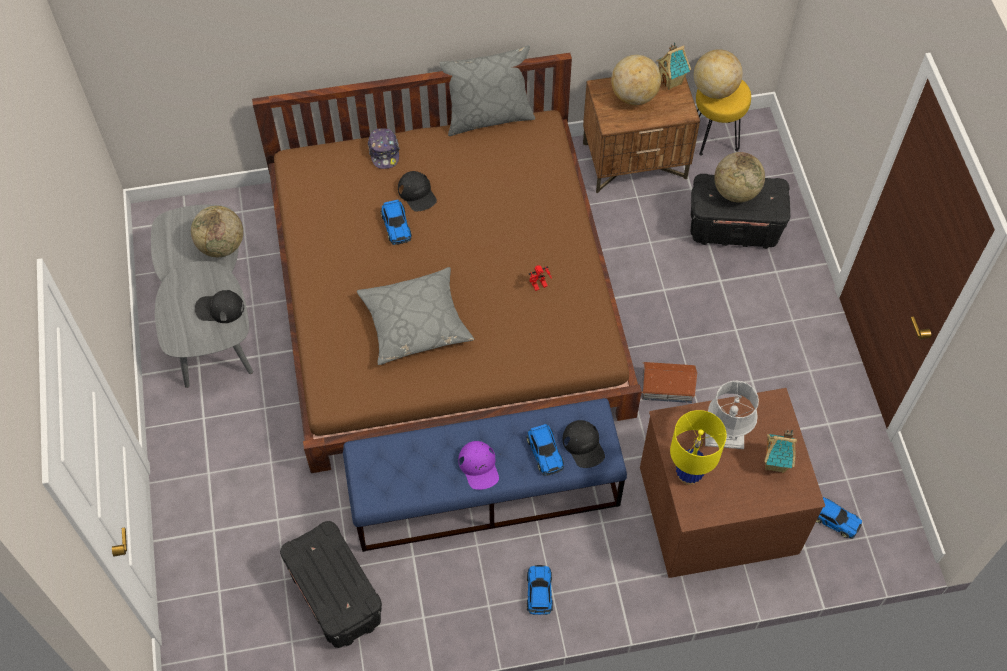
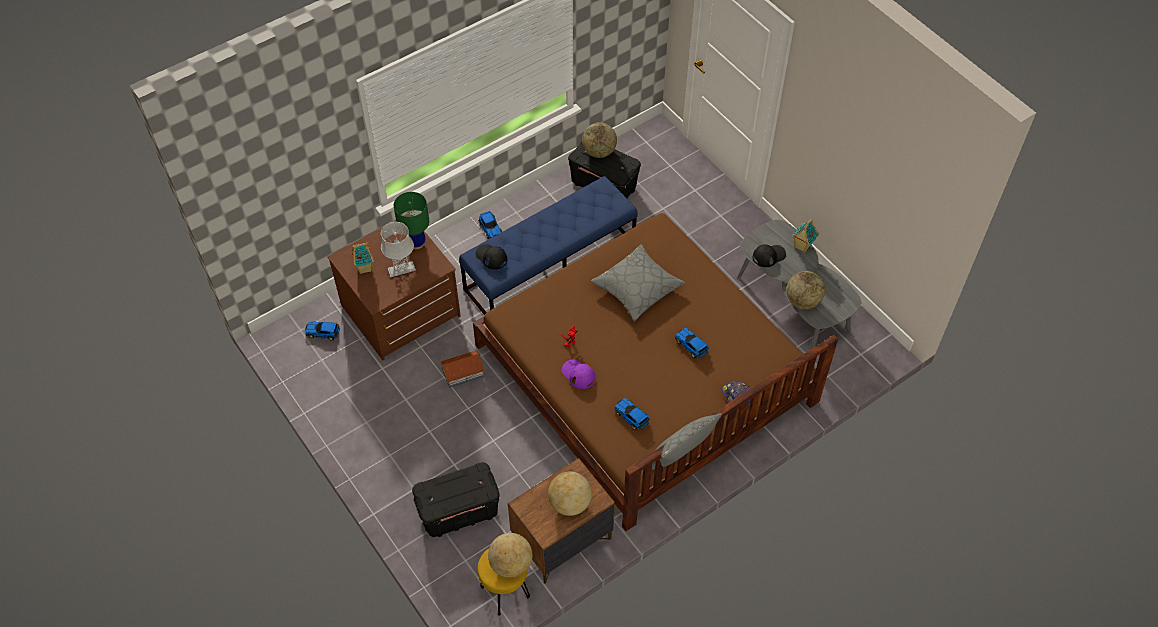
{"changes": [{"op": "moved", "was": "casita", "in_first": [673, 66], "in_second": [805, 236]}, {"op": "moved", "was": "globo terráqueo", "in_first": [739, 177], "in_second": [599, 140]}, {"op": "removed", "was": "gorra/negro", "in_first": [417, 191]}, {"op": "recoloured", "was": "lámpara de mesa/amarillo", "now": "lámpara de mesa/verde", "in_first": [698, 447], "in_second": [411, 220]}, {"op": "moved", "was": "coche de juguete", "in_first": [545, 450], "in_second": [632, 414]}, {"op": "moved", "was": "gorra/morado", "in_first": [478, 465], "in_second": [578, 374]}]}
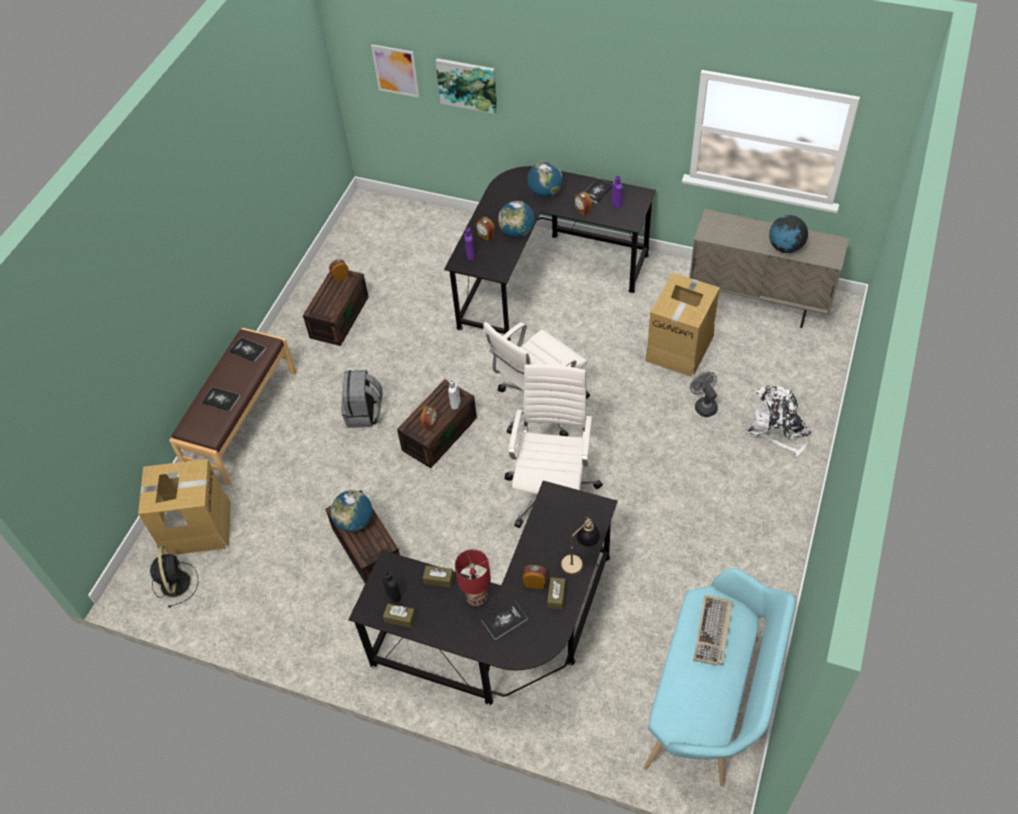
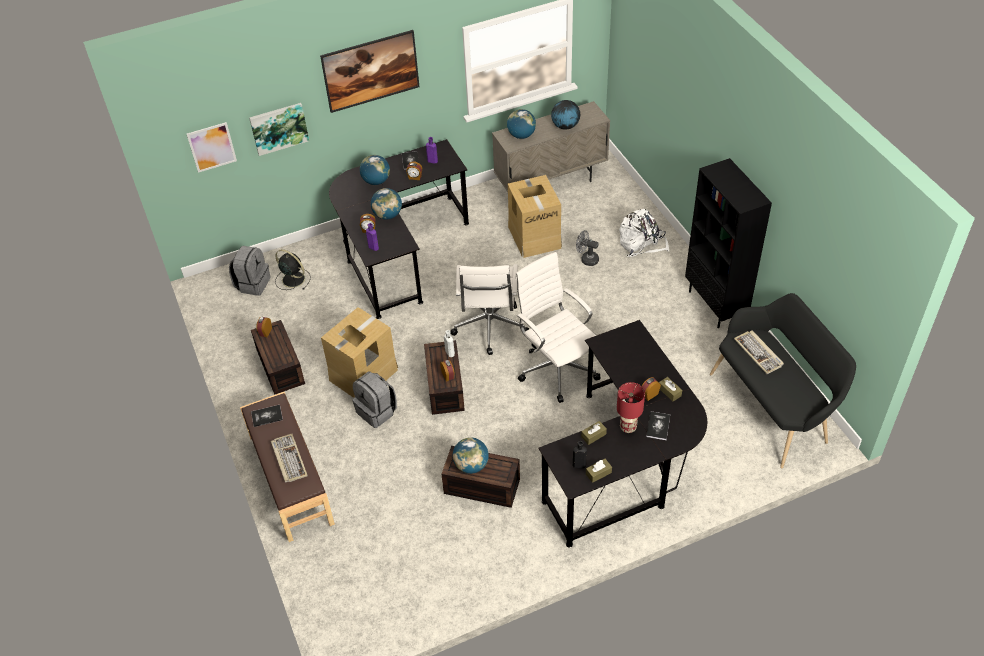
{"changes": [{"op": "replaced", "was": "libro", "now": "teclado", "in_first": [221, 399], "in_second": [289, 458]}, {"op": "moved", "was": "caja de cartón", "in_first": [184, 507], "in_second": [359, 352]}, {"op": "removed", "was": "lámpara de mesa", "in_first": [580, 546]}, {"op": "moved", "was": "ventilador/negro", "in_first": [174, 576], "in_second": [293, 269]}, {"op": "recoloured", "was": "banco/turquesa", "now": "banco/negro", "in_first": [719, 677], "in_second": [783, 380]}, {"op": "added", "now": "cuadro", "in_second": [370, 71]}, {"op": "added", "now": "globo terráqueo", "in_second": [521, 124]}, {"op": "added", "now": "estantería/negro", "in_second": [728, 243]}, {"op": "added", "now": "mochila/gris", "in_second": [249, 271]}]}
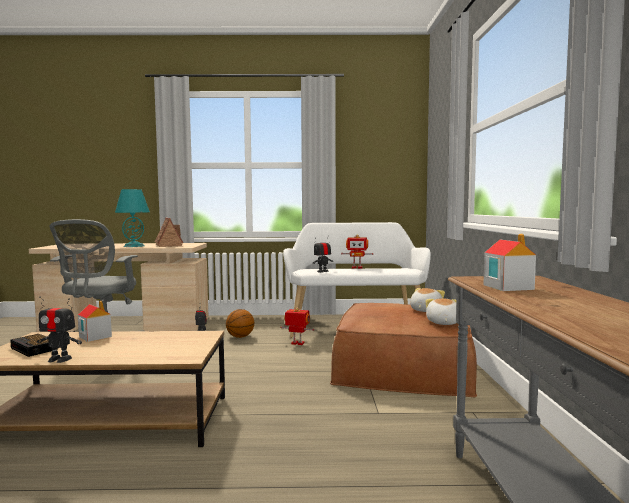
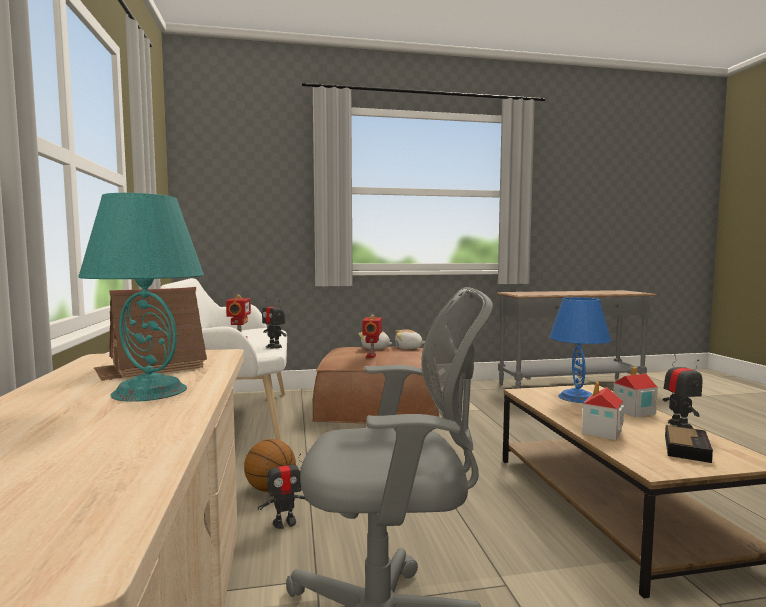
{"changes": [{"op": "moved", "was": "casita", "in_first": [509, 262], "in_second": [635, 392]}, {"op": "moved", "was": "robot de juguete", "in_first": [297, 326], "in_second": [372, 336]}, {"op": "added", "now": "lámpara de mesa/azul", "in_second": [580, 350]}]}
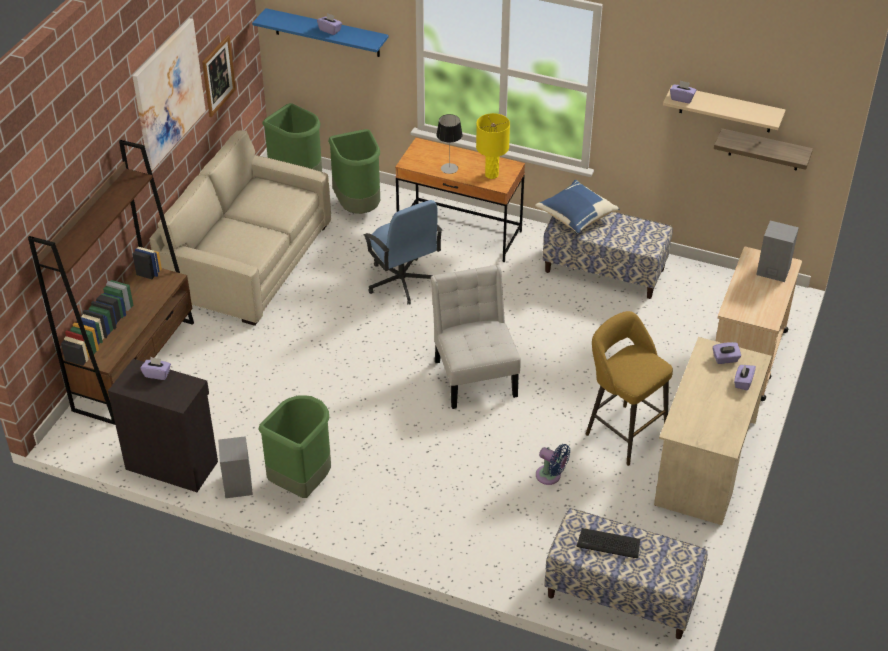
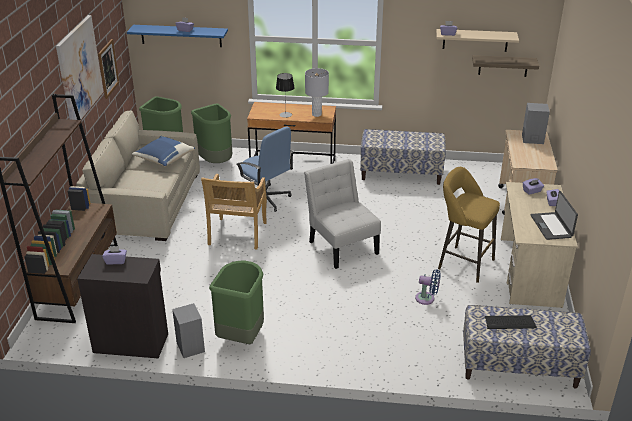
{"changes": [{"op": "recoloured", "was": "lámpara de mesa/amarillo", "now": "lámpara de mesa/gris", "in_first": [493, 146], "in_second": [317, 92]}, {"op": "moved", "was": "cojín/azul", "in_first": [577, 206], "in_second": [163, 151]}, {"op": "added", "now": "silla/beis", "in_second": [234, 212]}, {"op": "added", "now": "portátil", "in_second": [554, 215]}]}
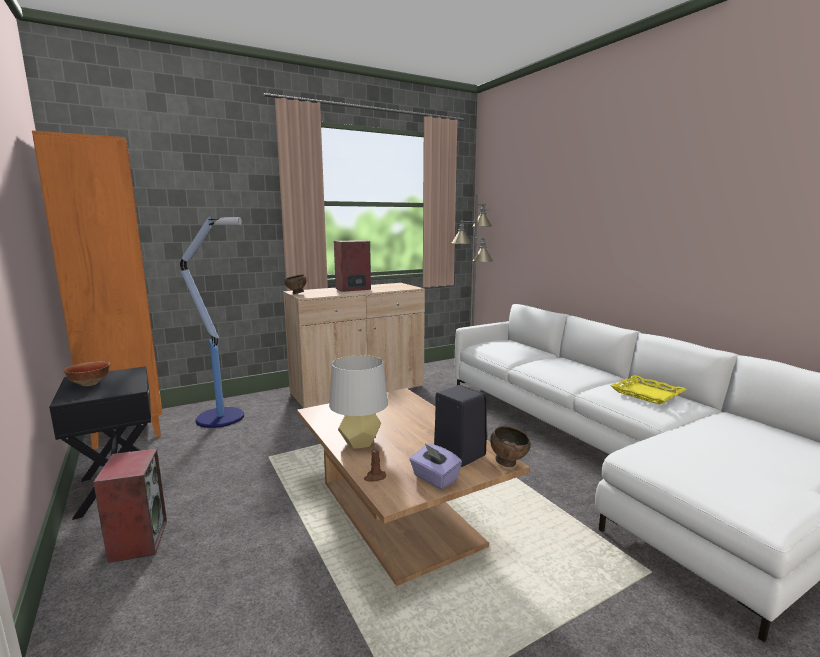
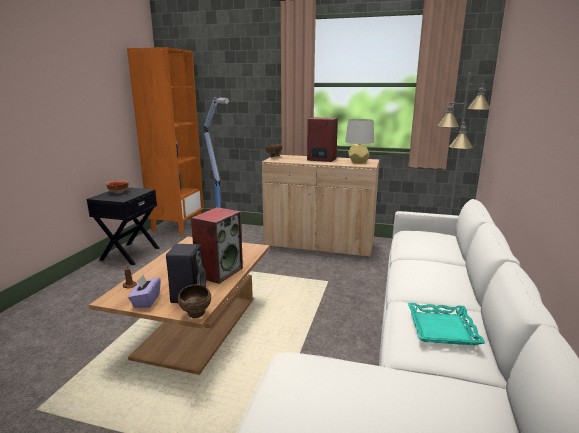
{"changes": [{"op": "moved", "was": "lámpara de mesa/gris", "in_first": [358, 402], "in_second": [359, 141]}, {"op": "recoloured", "was": "bandeja/amarillo", "now": "bandeja/turquesa", "in_first": [648, 390], "in_second": [446, 324]}, {"op": "moved", "was": "altavoz", "in_first": [130, 506], "in_second": [217, 245]}]}
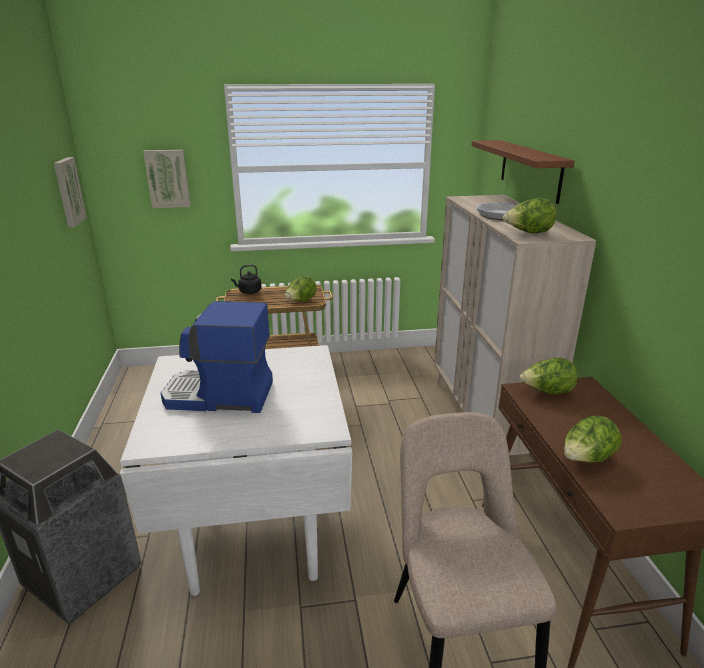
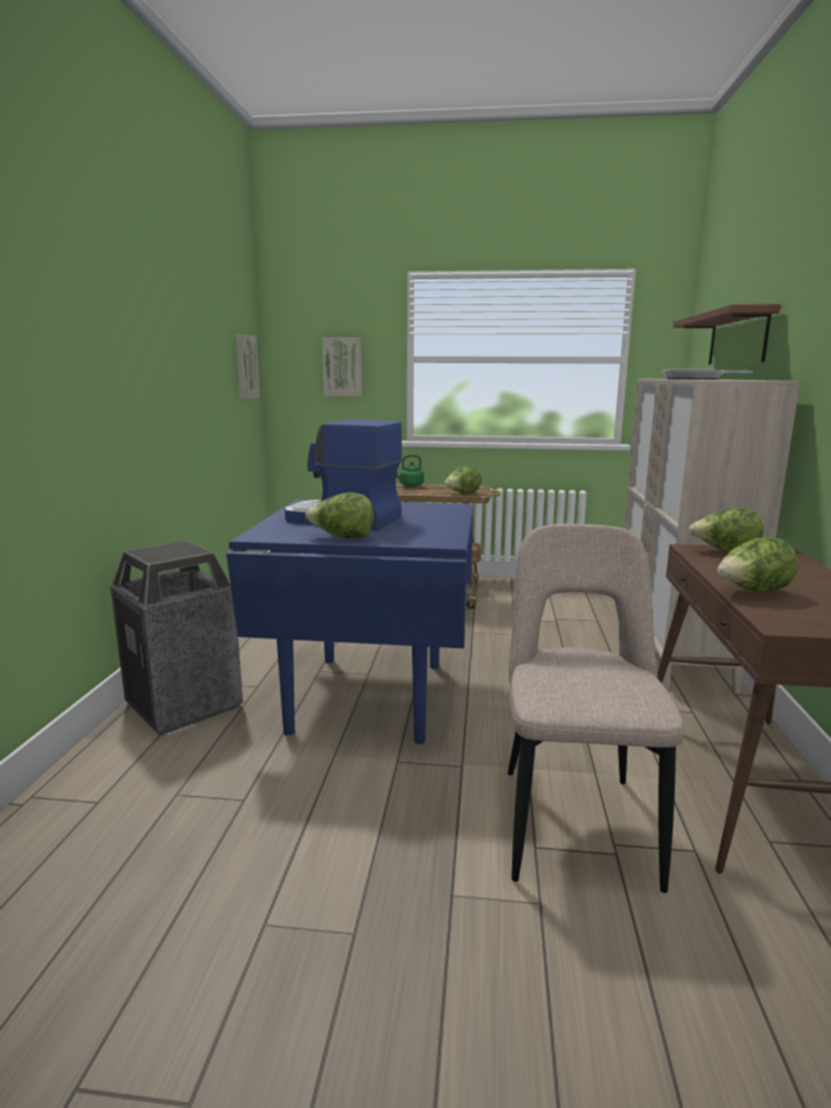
{"changes": [{"op": "moved", "was": "lechuga", "in_first": [529, 215], "in_second": [339, 515]}, {"op": "recoloured", "was": "hervidor/negro", "now": "hervidor/verde", "in_first": [246, 279], "in_second": [410, 471]}, {"op": "recoloured", "was": "mesa de comedor/blanco", "now": "mesa de comedor/azul", "in_first": [236, 470], "in_second": [349, 621]}]}
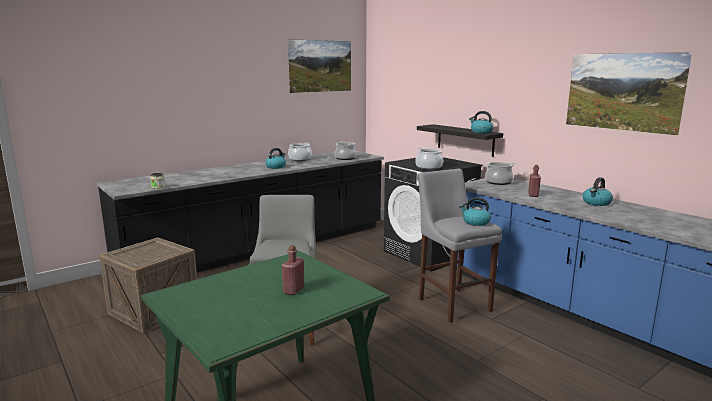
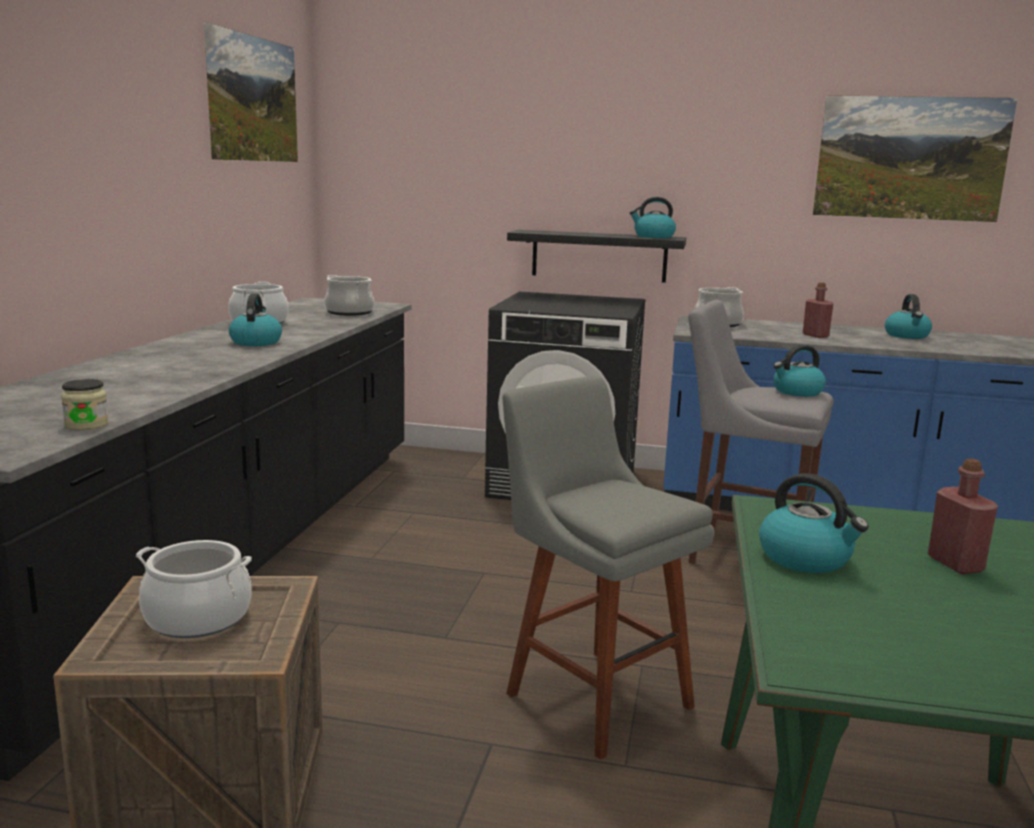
{"changes": [{"op": "moved", "was": "olla", "in_first": [429, 159], "in_second": [194, 589]}, {"op": "added", "now": "hervidor", "in_second": [814, 523]}]}
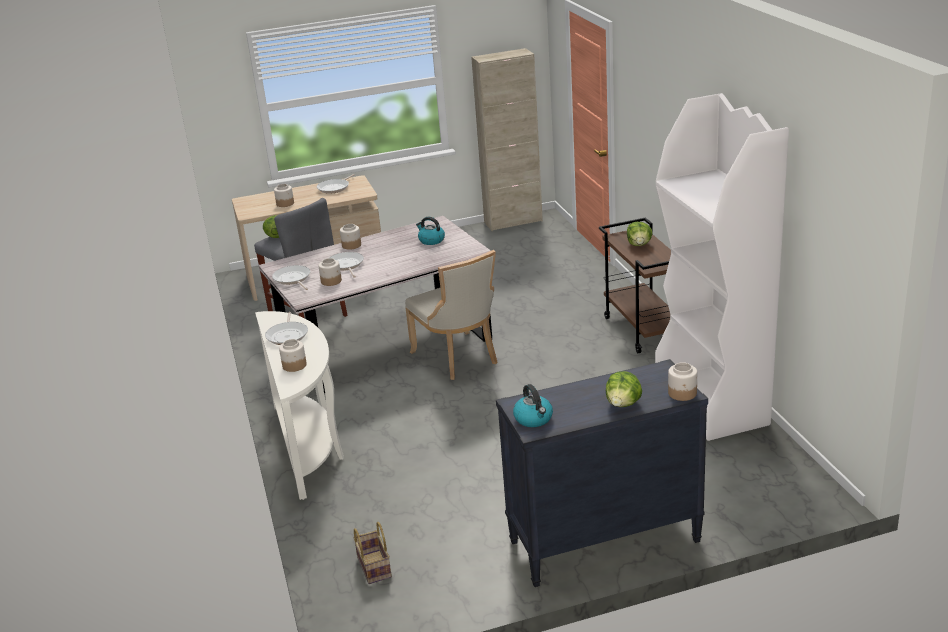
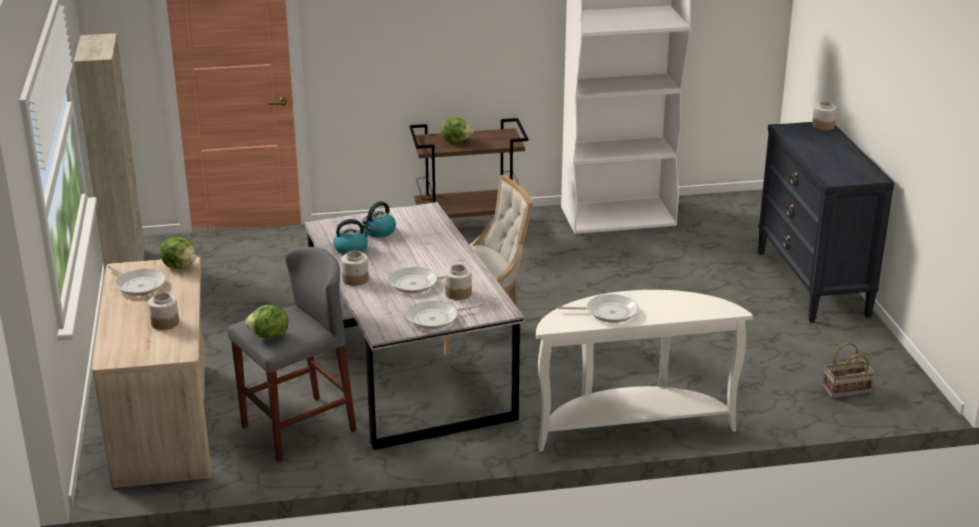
{"changes": [{"op": "removed", "was": "tarro", "in_first": [293, 355]}, {"op": "moved", "was": "lechuga", "in_first": [624, 389], "in_second": [177, 253]}, {"op": "moved", "was": "hervidor", "in_first": [533, 405], "in_second": [352, 237]}]}
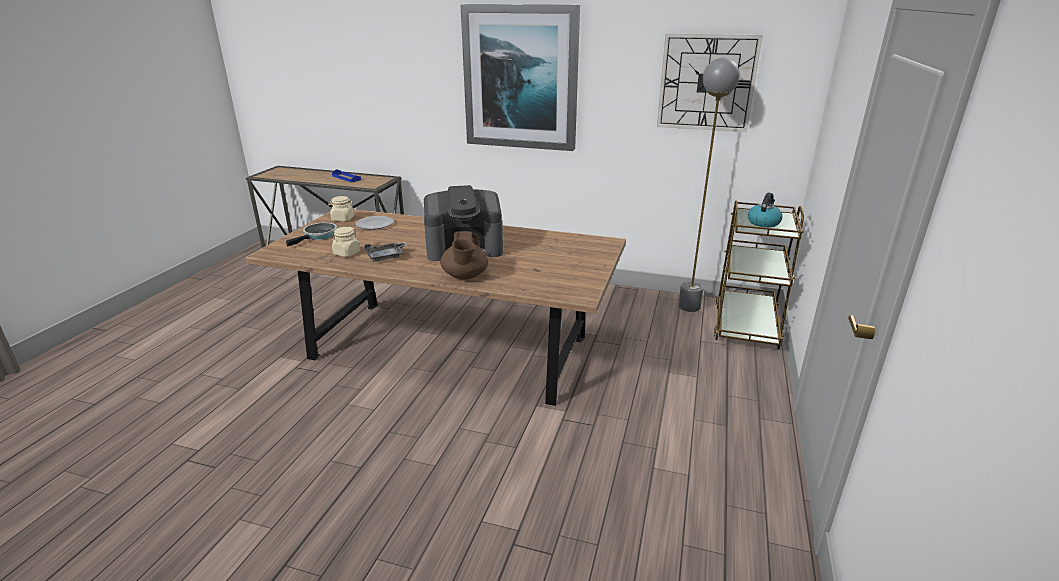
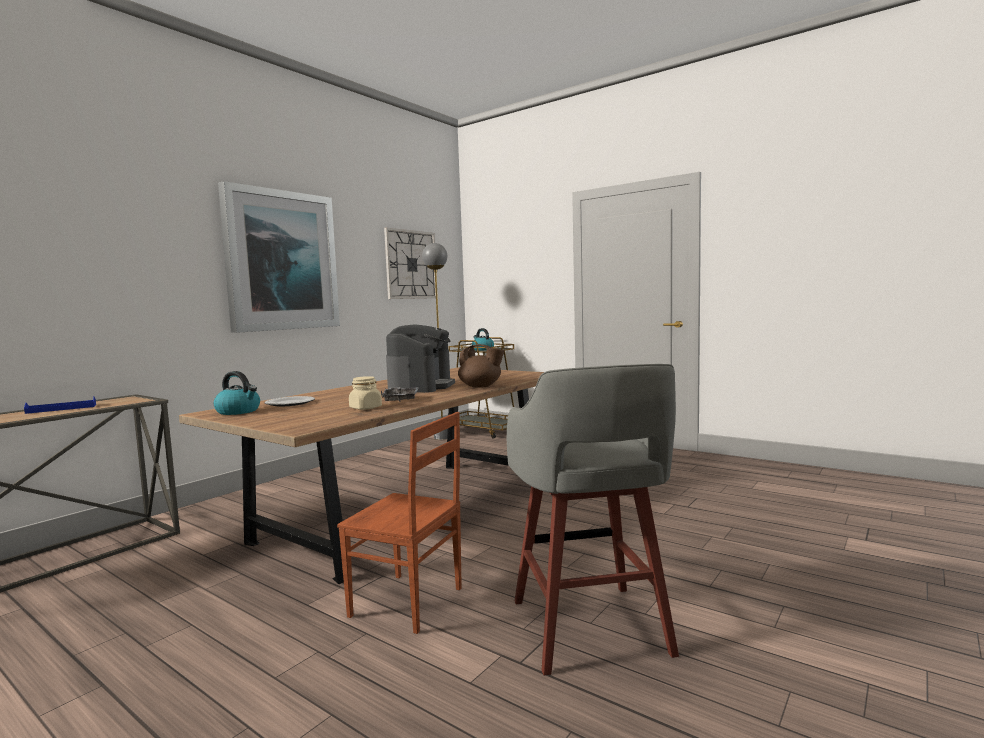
{"changes": [{"op": "replaced", "was": "tarro/beis", "now": "hervidor", "in_first": [341, 208], "in_second": [237, 393]}, {"op": "removed", "was": "sartén", "in_first": [311, 235]}, {"op": "added", "now": "taburete/gris", "in_second": [593, 519]}, {"op": "added", "now": "silla/marrón", "in_second": [399, 523]}]}
